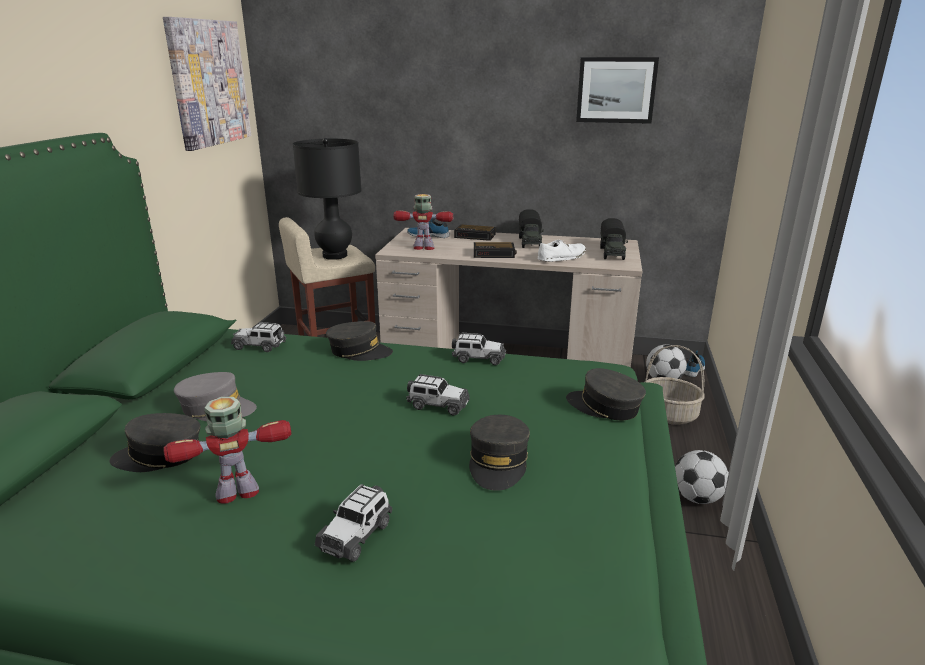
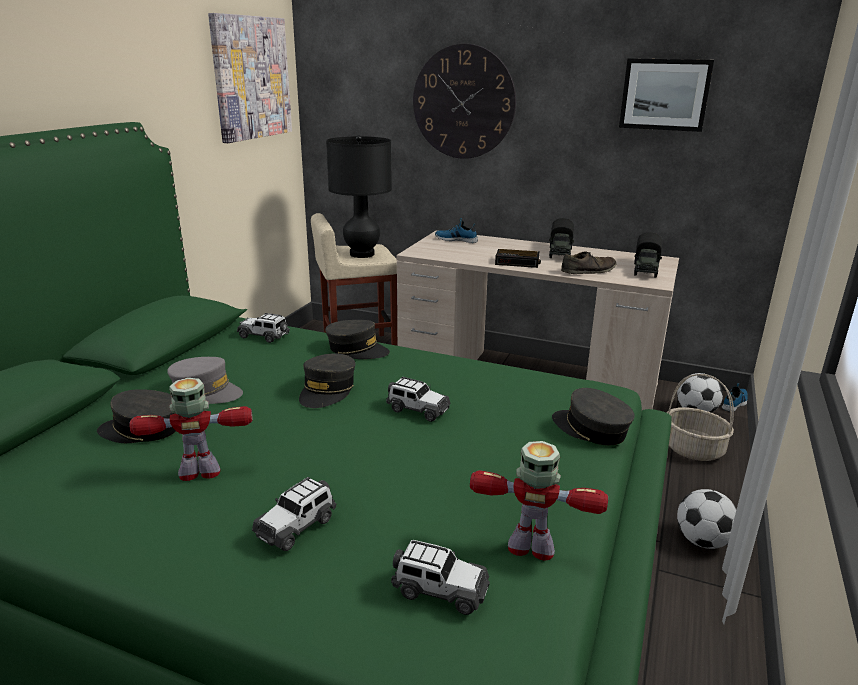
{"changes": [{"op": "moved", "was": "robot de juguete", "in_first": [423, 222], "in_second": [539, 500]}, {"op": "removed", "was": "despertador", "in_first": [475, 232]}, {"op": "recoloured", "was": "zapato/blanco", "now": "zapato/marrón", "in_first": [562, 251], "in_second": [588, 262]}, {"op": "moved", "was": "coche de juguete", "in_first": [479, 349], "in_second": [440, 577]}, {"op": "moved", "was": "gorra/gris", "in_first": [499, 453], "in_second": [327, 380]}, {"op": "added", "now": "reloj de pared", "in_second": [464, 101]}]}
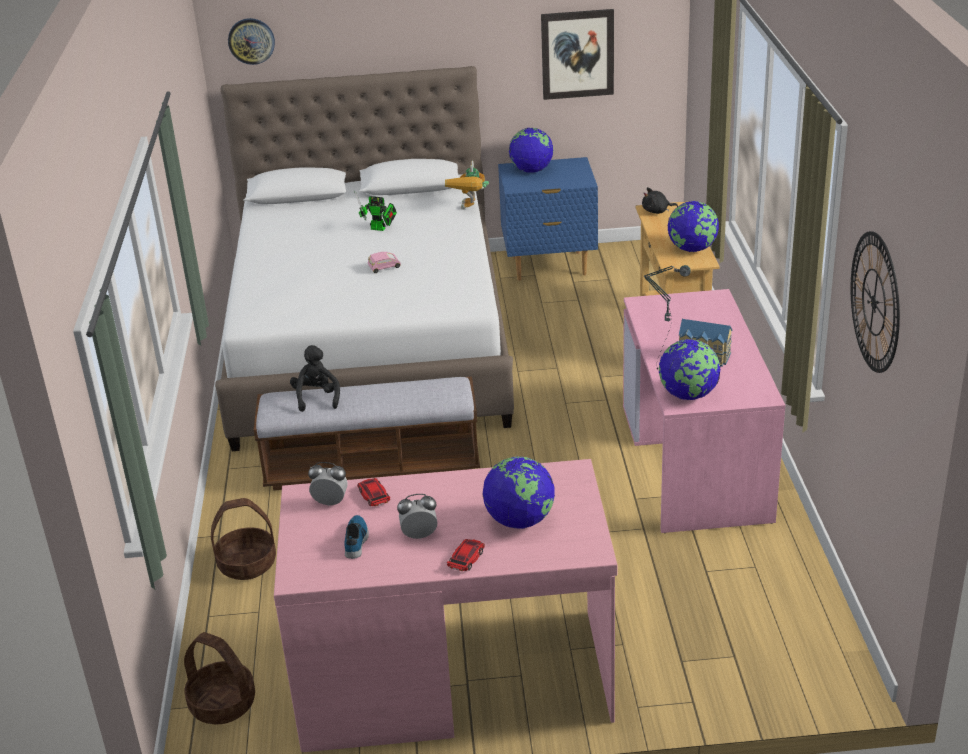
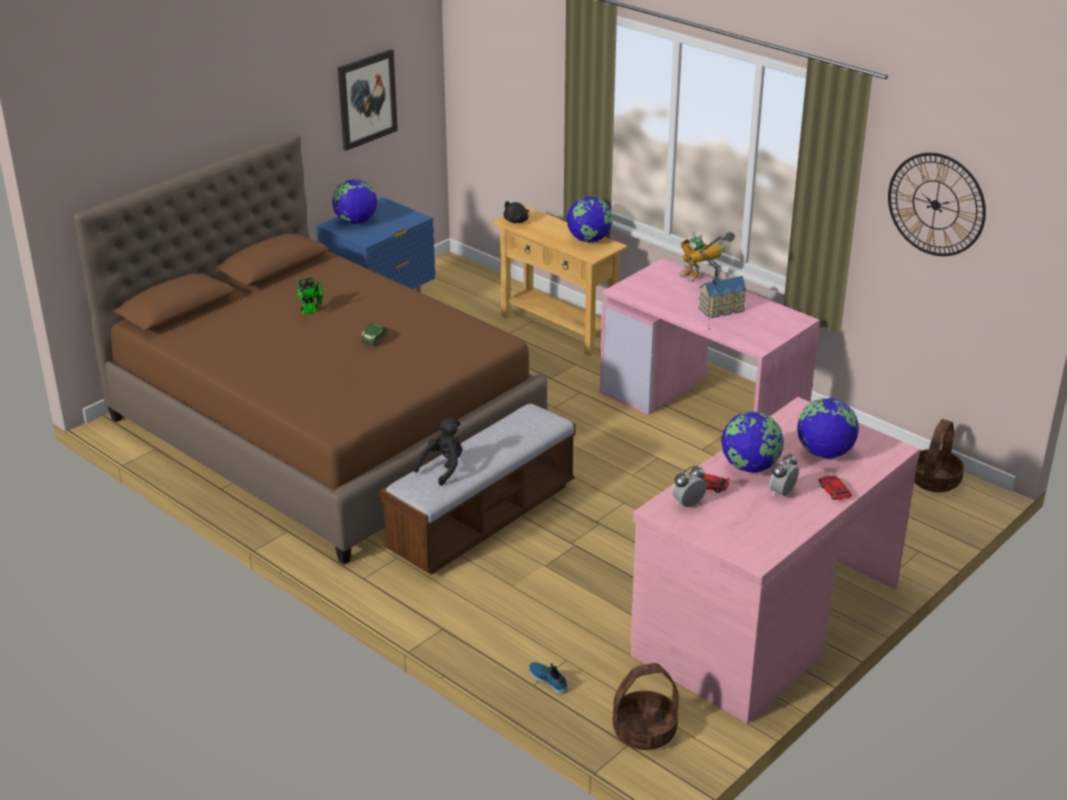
{"changes": [{"op": "removed", "was": "reloj de pared", "in_first": [251, 41]}, {"op": "recoloured", "was": "cama/blanco", "now": "cama/marrón", "in_first": [364, 258], "in_second": [310, 348]}, {"op": "moved", "was": "robot de juguete", "in_first": [467, 185], "in_second": [702, 256]}, {"op": "recoloured", "was": "coche de juguete/rosa", "now": "coche de juguete/verde", "in_first": [384, 262], "in_second": [374, 334]}, {"op": "moved", "was": "globo terráqueo", "in_first": [689, 369], "in_second": [752, 442]}, {"op": "turned", "was": "peluche/negro", "in_first": [315, 378], "in_second": [438, 451], "clockwise": 90}, {"op": "moved", "was": "cesta", "in_first": [243, 539], "in_second": [939, 455]}, {"op": "moved", "was": "zapato", "in_first": [356, 537], "in_second": [548, 678]}]}
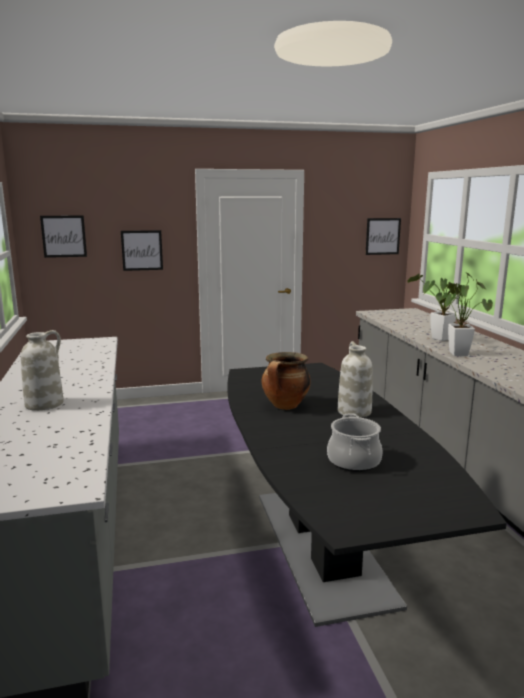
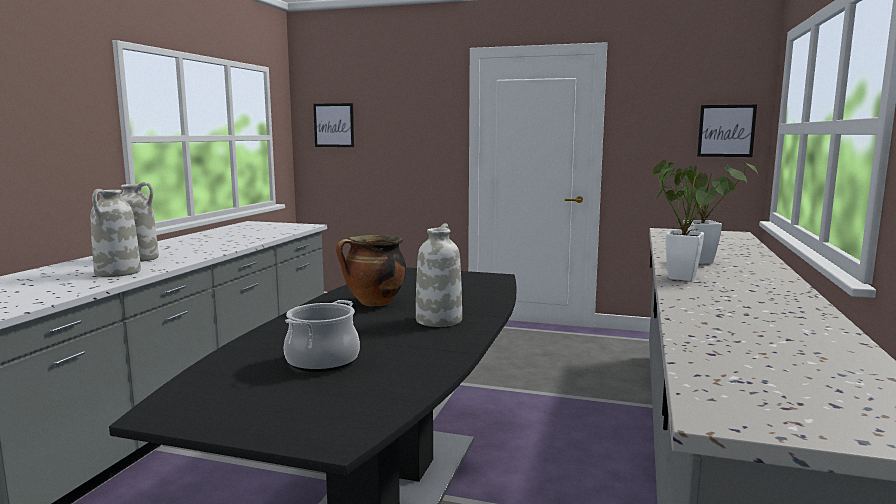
{"changes": [{"op": "removed", "was": "cuadro", "in_first": [142, 250]}, {"op": "added", "now": "florero/blanco", "in_second": [116, 233]}]}
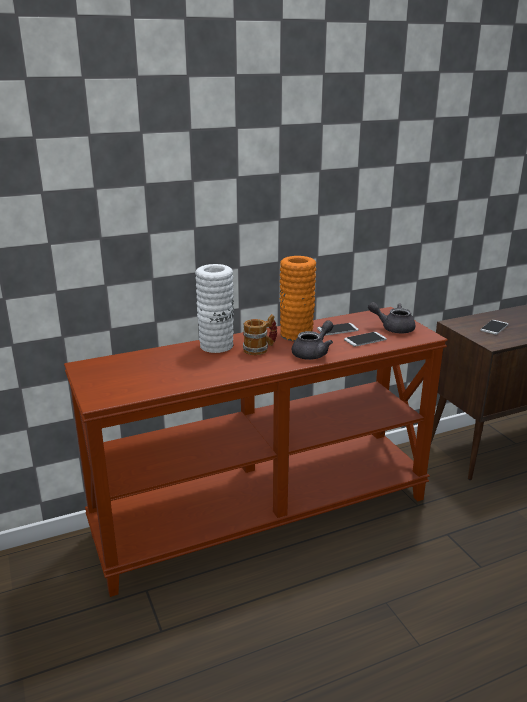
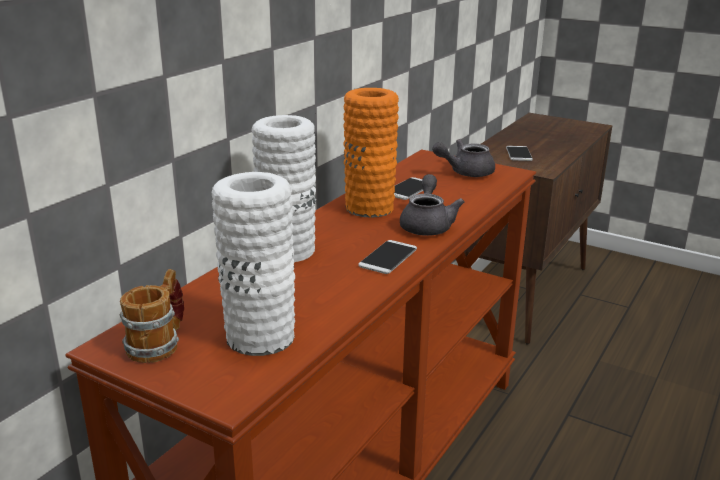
{"changes": [{"op": "moved", "was": "taza grande", "in_first": [260, 334], "in_second": [152, 316]}, {"op": "moved", "was": "móvil", "in_first": [365, 339], "in_second": [387, 257]}, {"op": "added", "now": "florero/blanco", "in_second": [253, 264]}]}
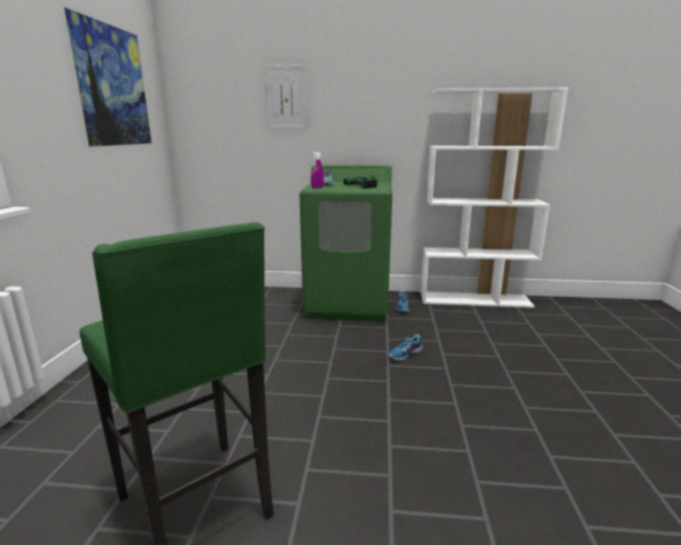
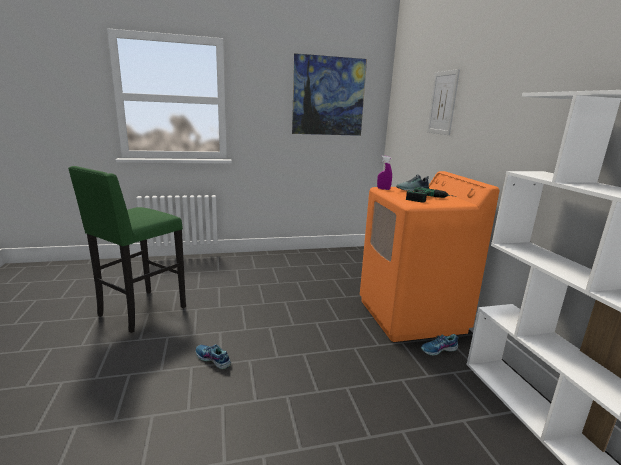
{"changes": [{"op": "recoloured", "was": "lavadora/verde", "now": "lavadora/naranja", "in_first": [345, 243], "in_second": [429, 256]}, {"op": "moved", "was": "zapato", "in_first": [405, 347], "in_second": [213, 357]}]}
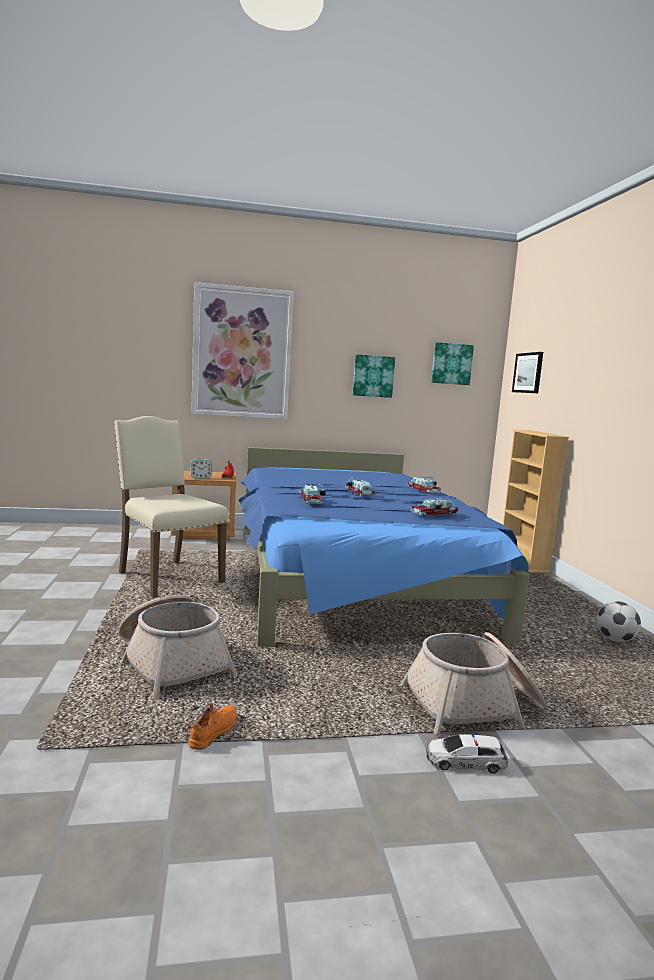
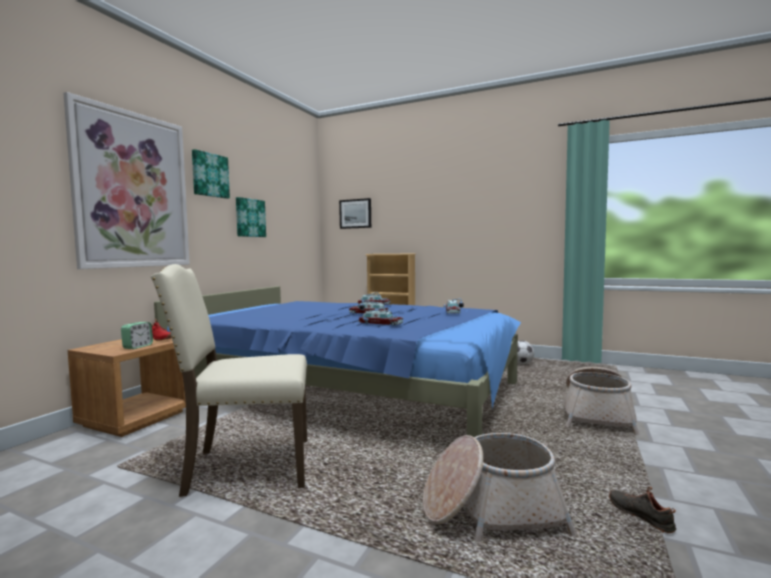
{"changes": [{"op": "moved", "was": "cuadro", "in_first": [452, 363], "in_second": [211, 174]}, {"op": "recoloured", "was": "zapato/naranja", "now": "zapato/negro", "in_first": [212, 726], "in_second": [642, 510]}, {"op": "removed", "was": "coche de juguete", "in_first": [467, 754]}]}
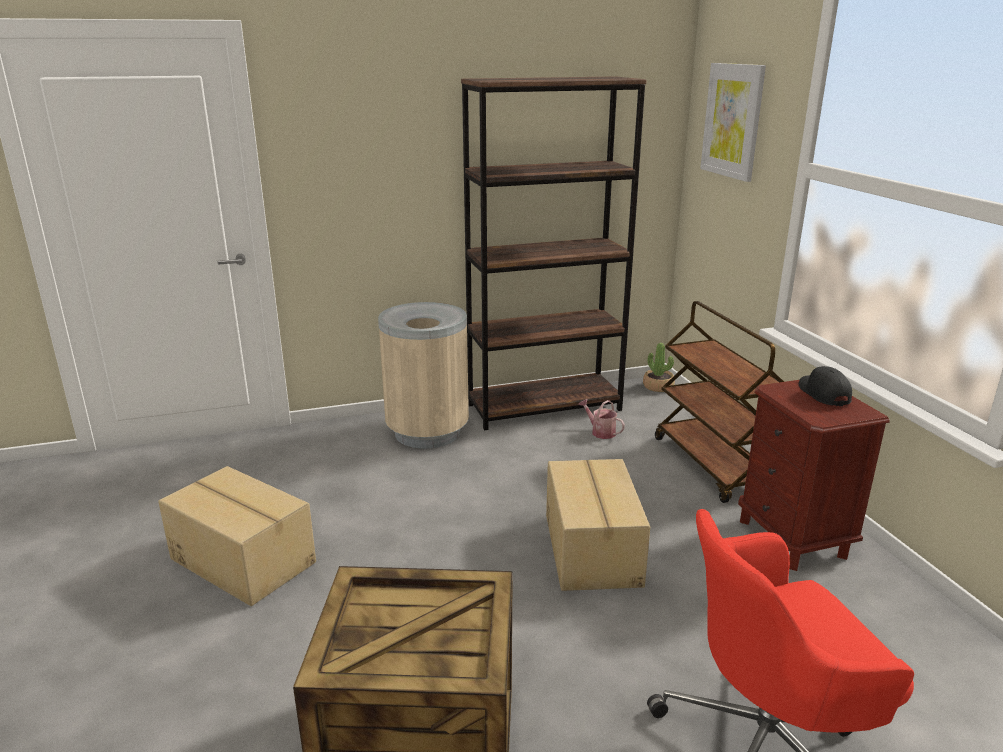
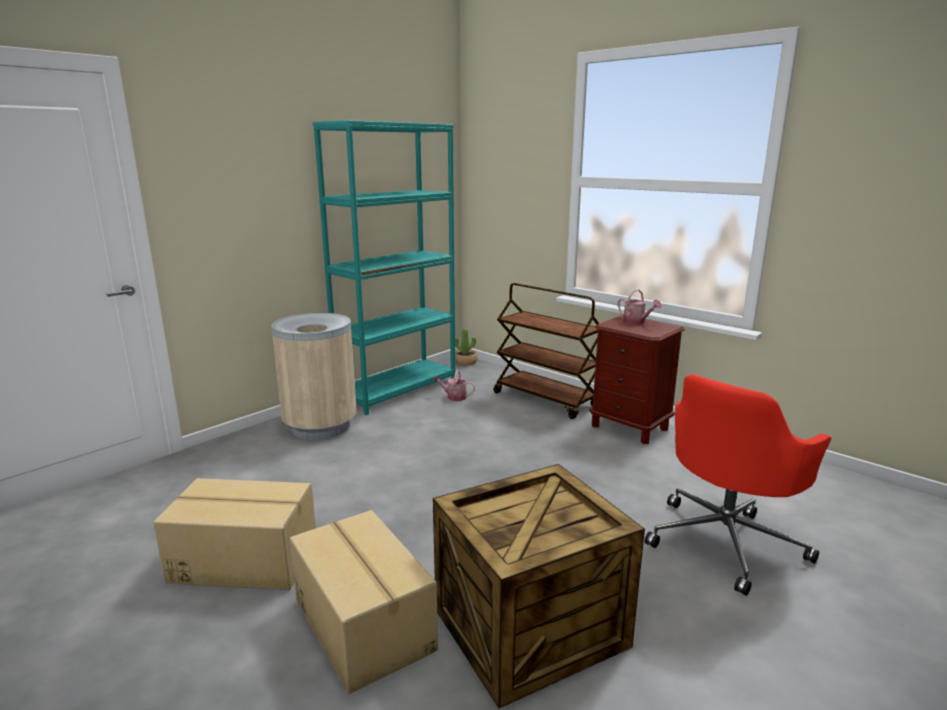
{"changes": [{"op": "removed", "was": "cuadro", "in_first": [733, 122]}, {"op": "recoloured", "was": "estantería/marrón", "now": "estantería/turquesa", "in_first": [554, 253], "in_second": [384, 267]}, {"op": "replaced", "was": "gorra/negro", "now": "regadera", "in_first": [825, 386], "in_second": [640, 306]}, {"op": "moved", "was": "caja de cartón", "in_first": [598, 525], "in_second": [364, 602]}]}
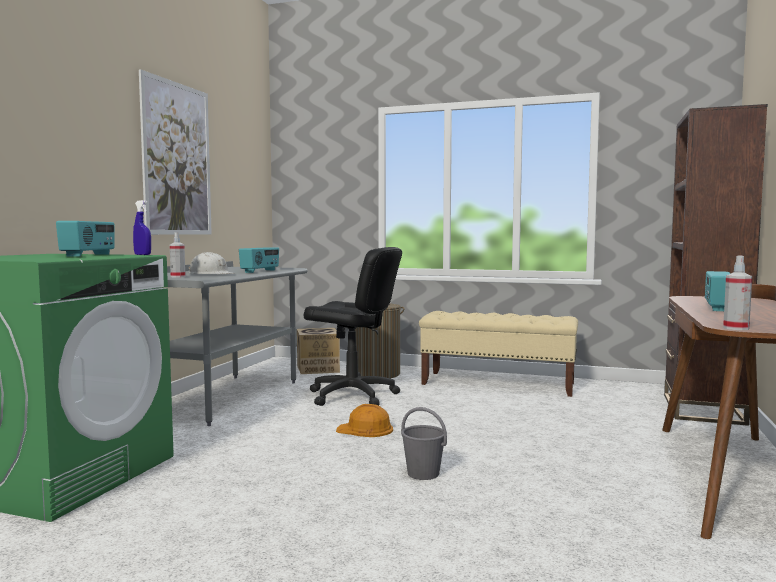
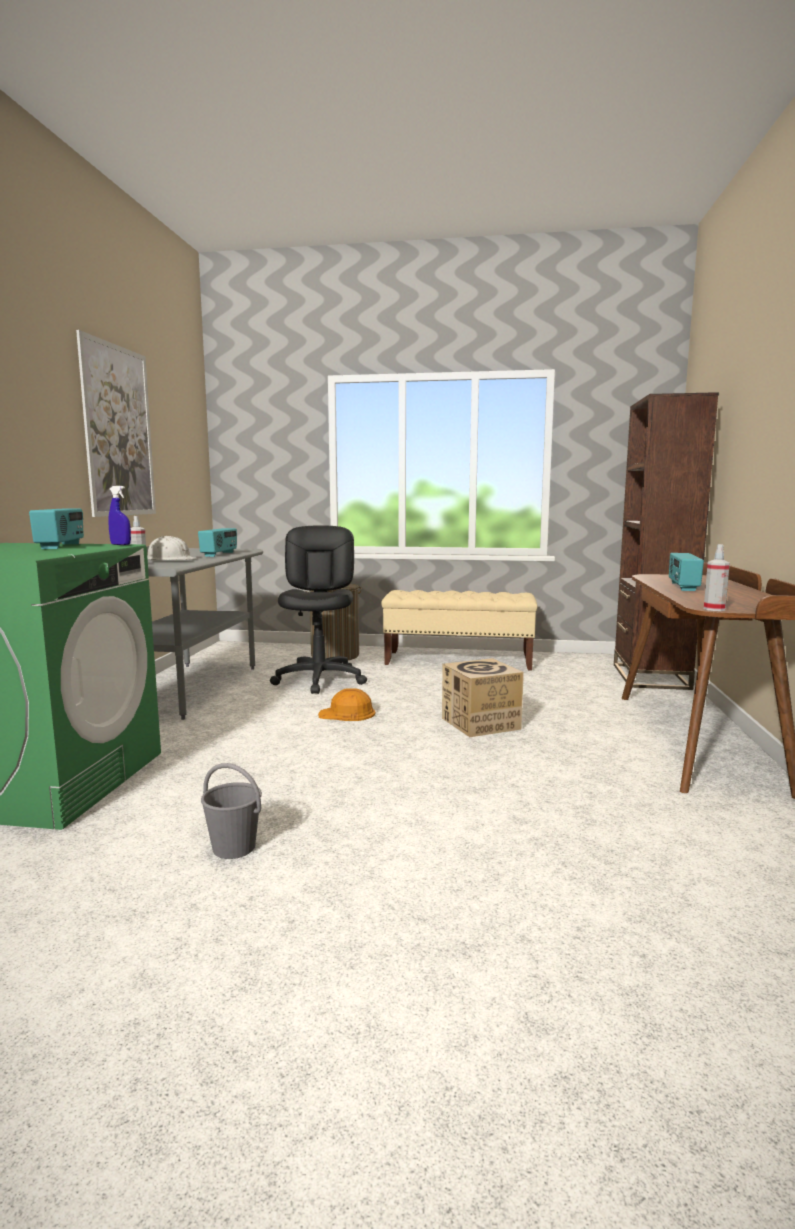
{"changes": [{"op": "turned", "was": "silla de oficina/negro", "in_first": [353, 326], "in_second": [318, 609], "clockwise": -105}, {"op": "moved", "was": "caja de cartón", "in_first": [318, 351], "in_second": [483, 697]}, {"op": "moved", "was": "cubo/gris", "in_first": [424, 443], "in_second": [231, 811]}]}
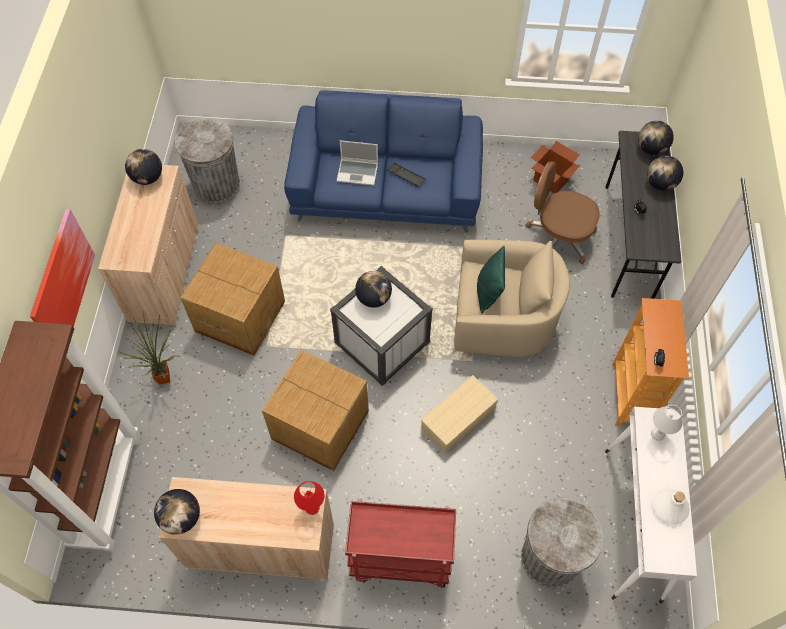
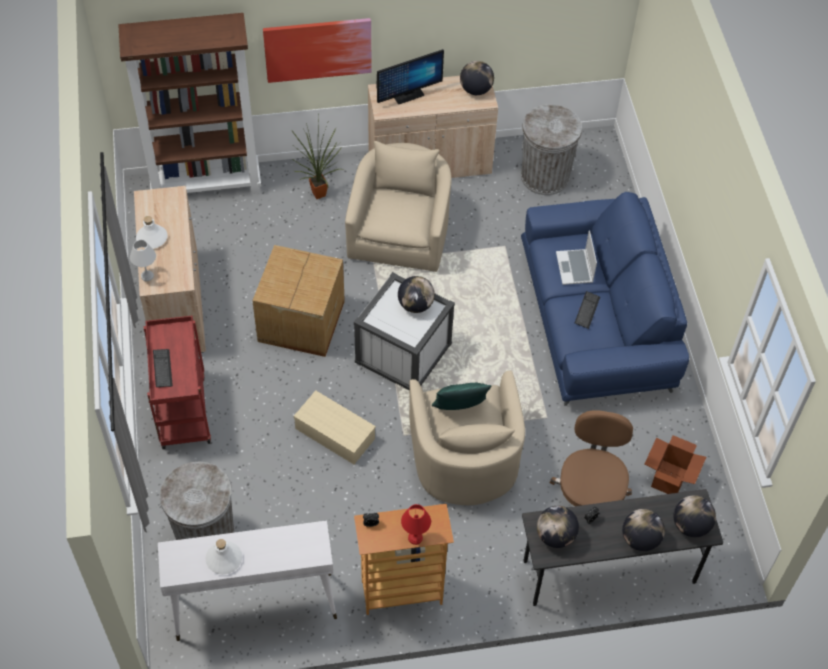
{"changes": [{"op": "replaced", "was": "caja de cartón", "now": "sillón/beis", "in_first": [232, 299], "in_second": [398, 206]}, {"op": "moved", "was": "lámpara de mesa/blanco", "in_first": [667, 423], "in_second": [143, 260]}, {"op": "moved", "was": "lámpara de mesa/rojo", "in_first": [309, 498], "in_second": [416, 524]}, {"op": "moved", "was": "globo terráqueo", "in_first": [177, 512], "in_second": [558, 527]}, {"op": "added", "now": "monitor", "in_second": [410, 76]}, {"op": "added", "now": "botella/blanco", "in_second": [152, 232]}, {"op": "added", "now": "teclado", "in_second": [163, 368]}]}
